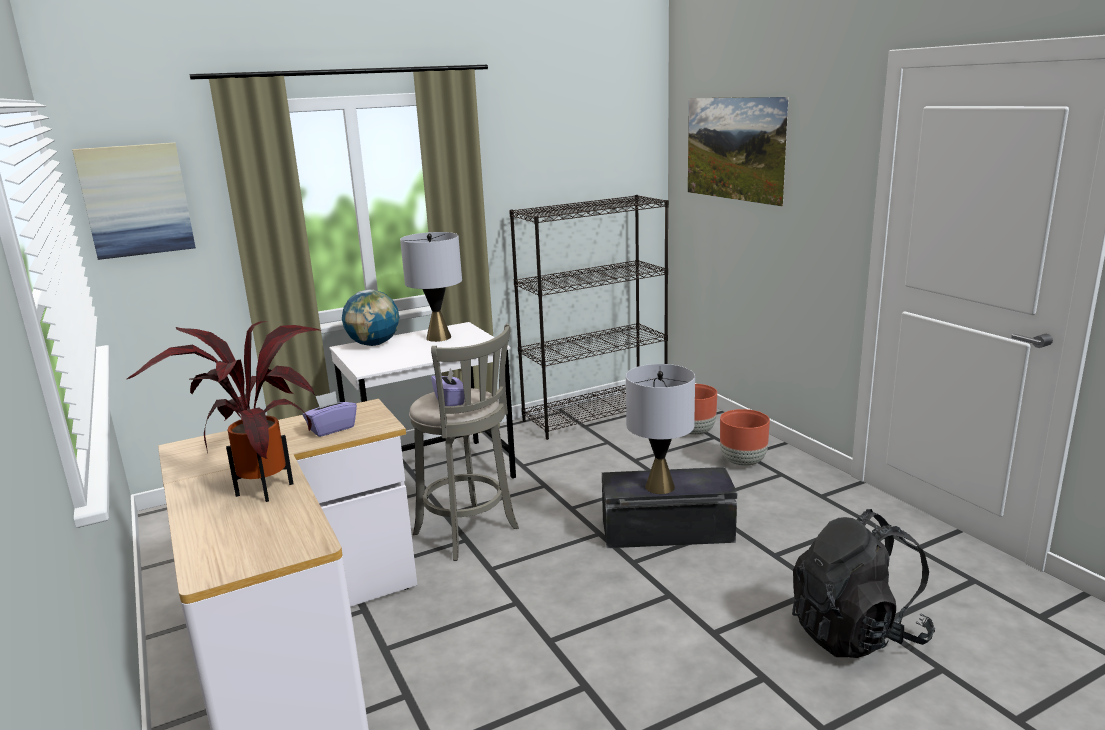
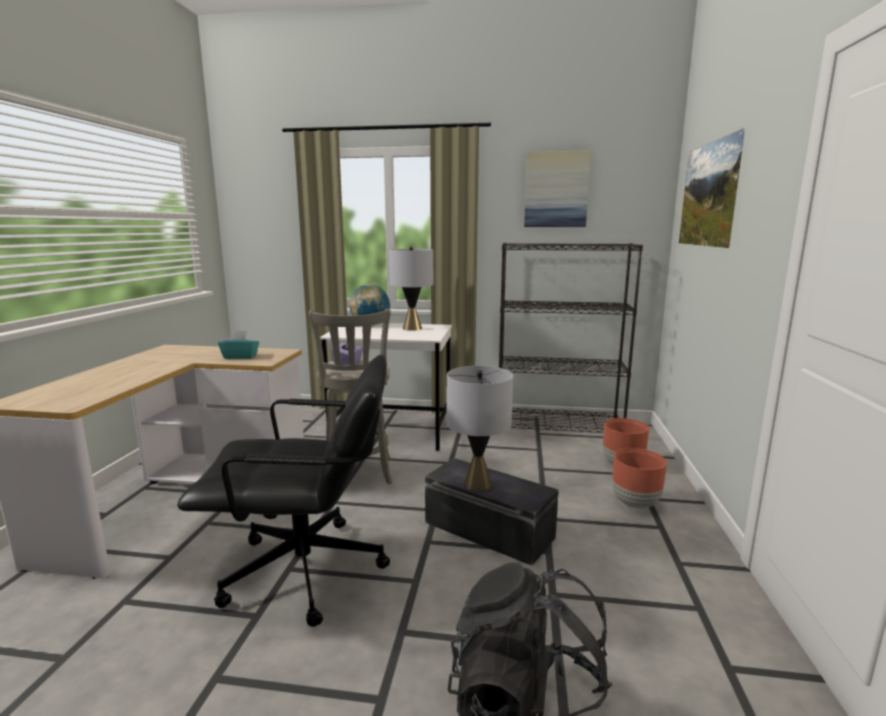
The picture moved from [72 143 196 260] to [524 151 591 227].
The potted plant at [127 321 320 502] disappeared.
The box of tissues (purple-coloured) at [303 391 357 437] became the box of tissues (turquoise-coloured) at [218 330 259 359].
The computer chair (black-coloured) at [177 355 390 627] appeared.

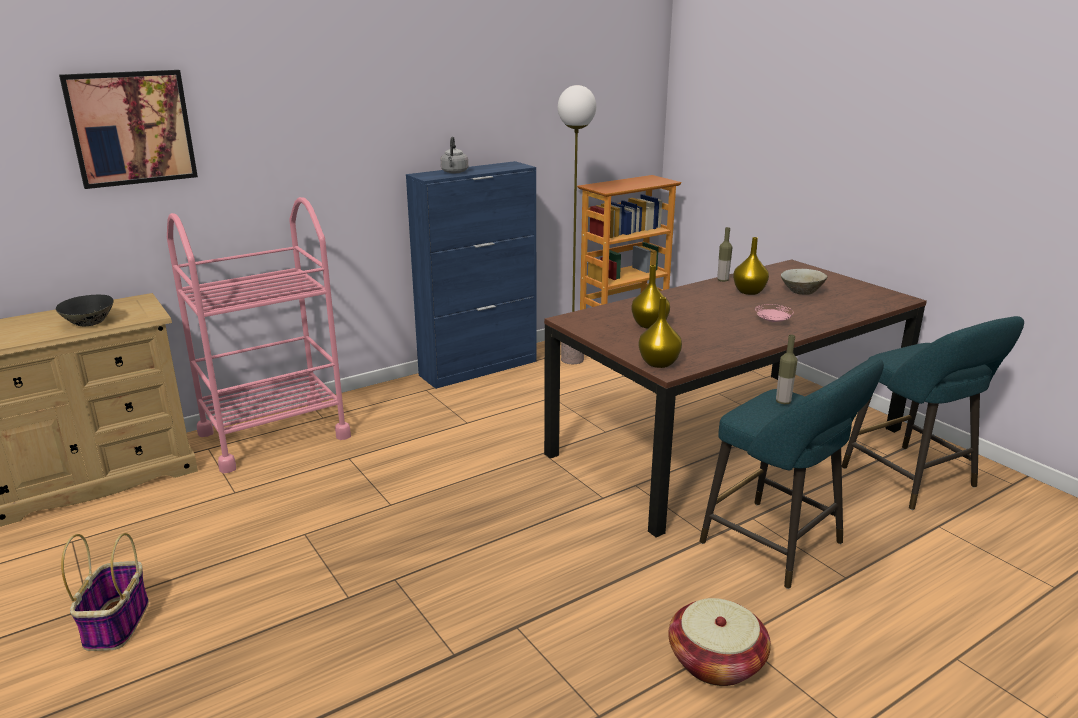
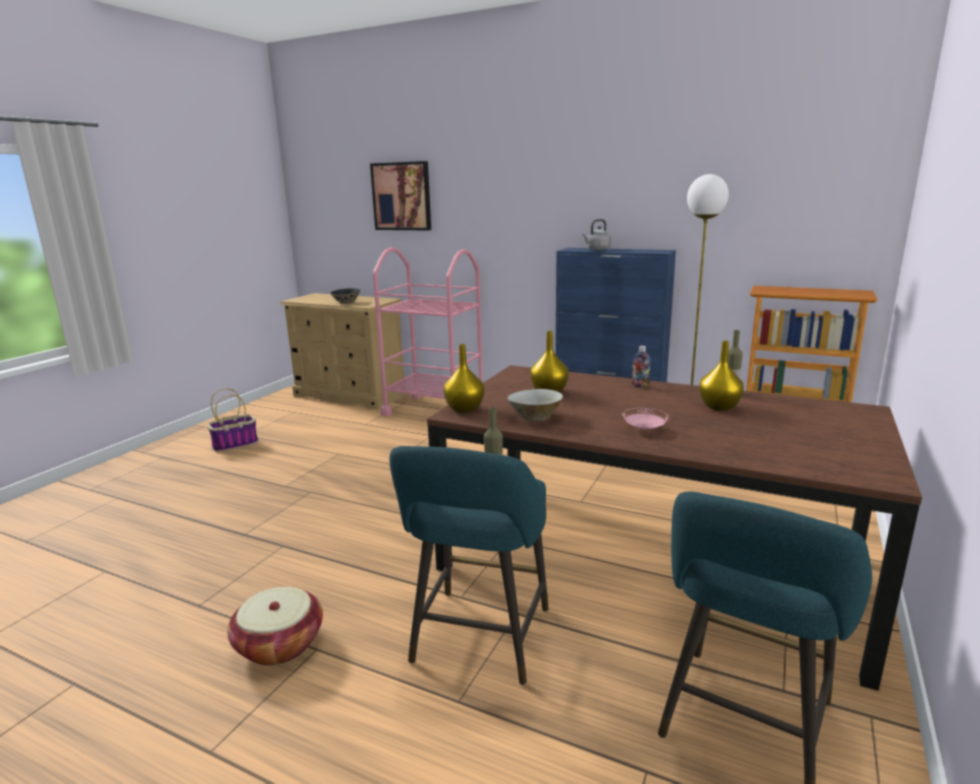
The serving bowl (sand-coloured) moved from [781 269 827 295] to [507 389 563 421].
The bottle at [632 346 650 388] appeared.

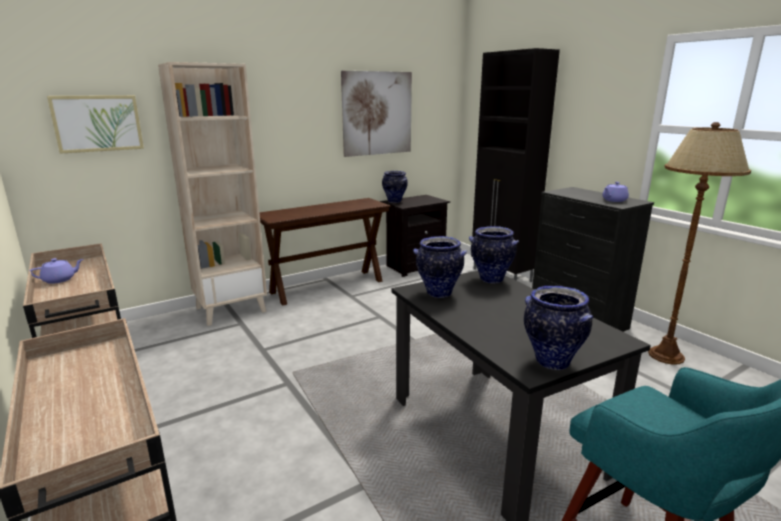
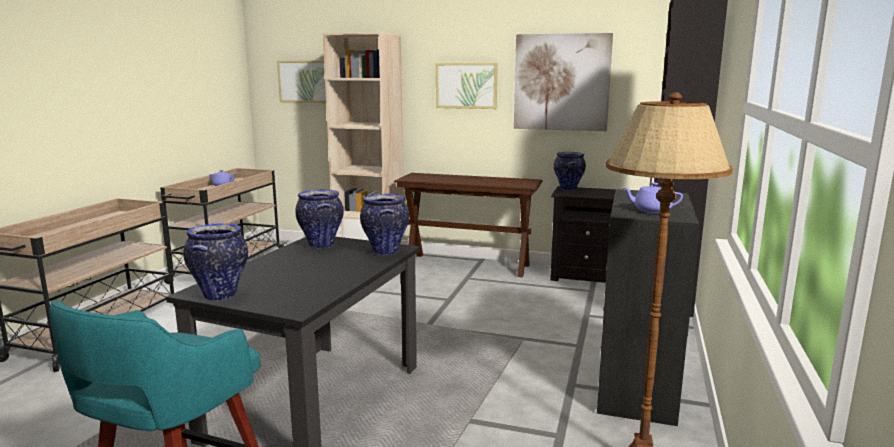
The picture at [436 63 498 109] appeared.

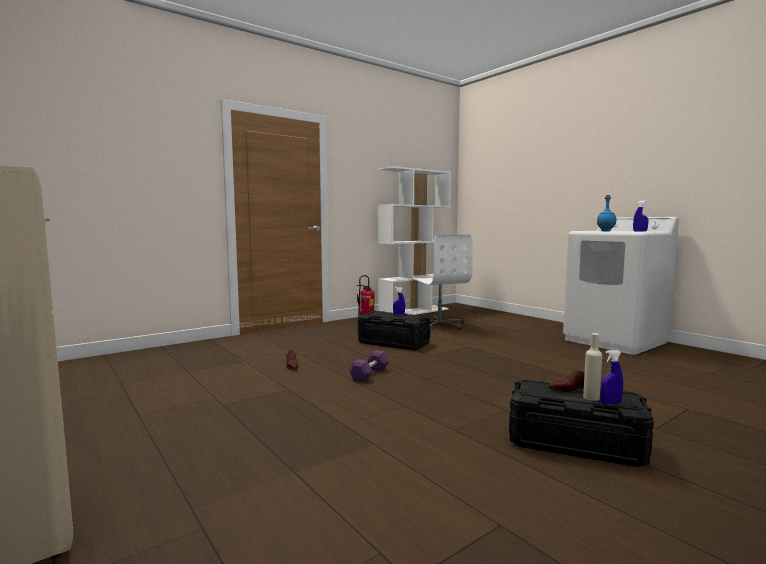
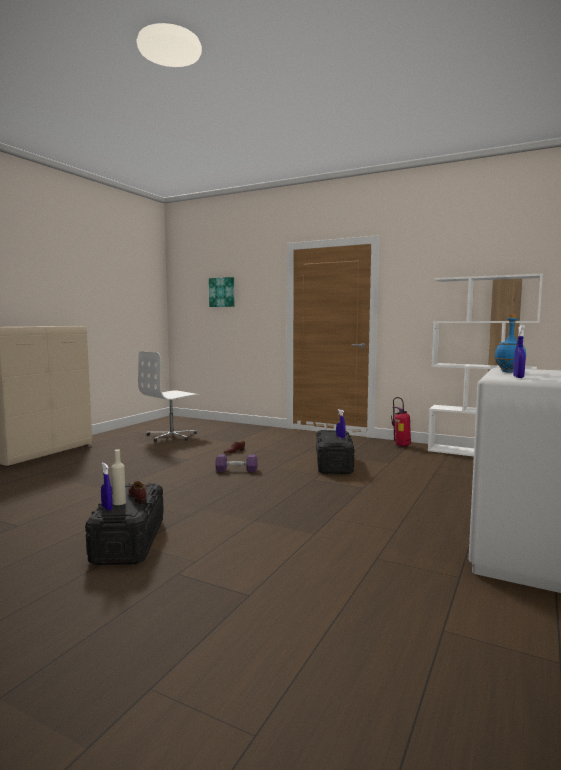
The computer chair (white) moved from [412 235 473 330] to [138 351 201 442].
The picture at [209 277 234 307] appeared.

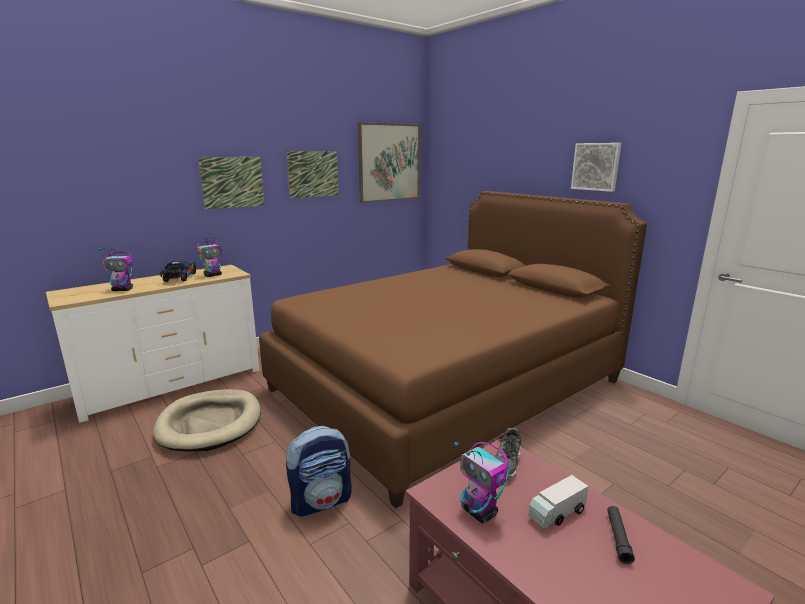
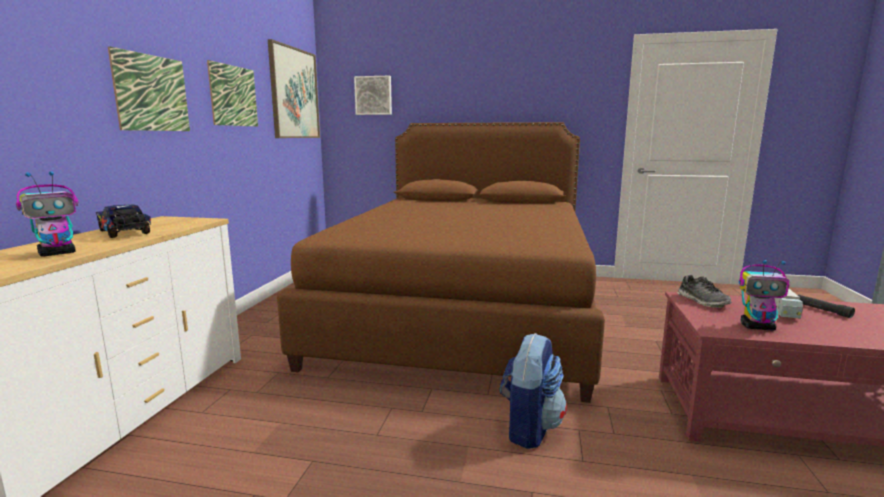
The picture moved from [571 143 621 192] to [354 76 392 115].
The robot figure at [197 236 222 277] disappeared.
The dog cushion (sand-coloured) at [153 389 261 452] disappeared.

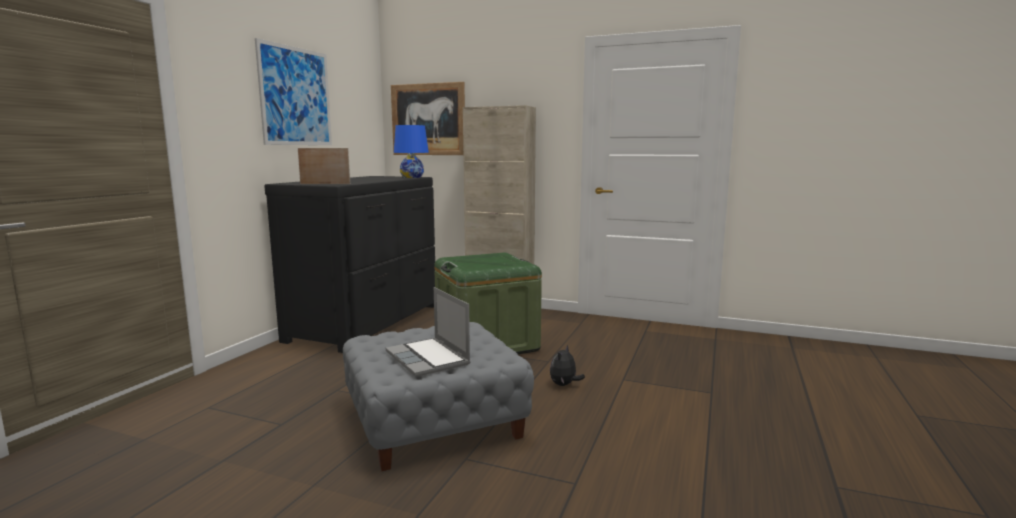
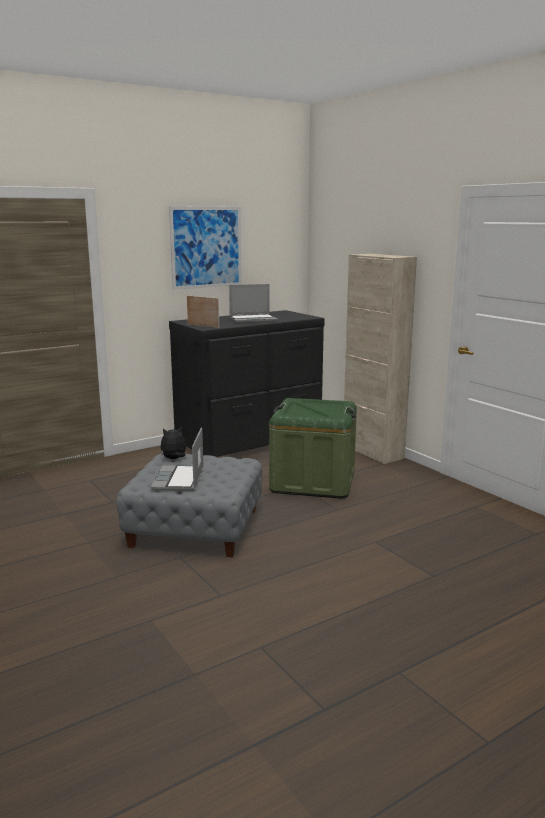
The picture at [391 82 465 155] disappeared.
The lamp for a table (blue-coloured) at [394 125 429 178] disappeared.
The plush toy moved from [550 345 585 386] to [161 426 186 459].
The laptop at [229 284 278 323] appeared.

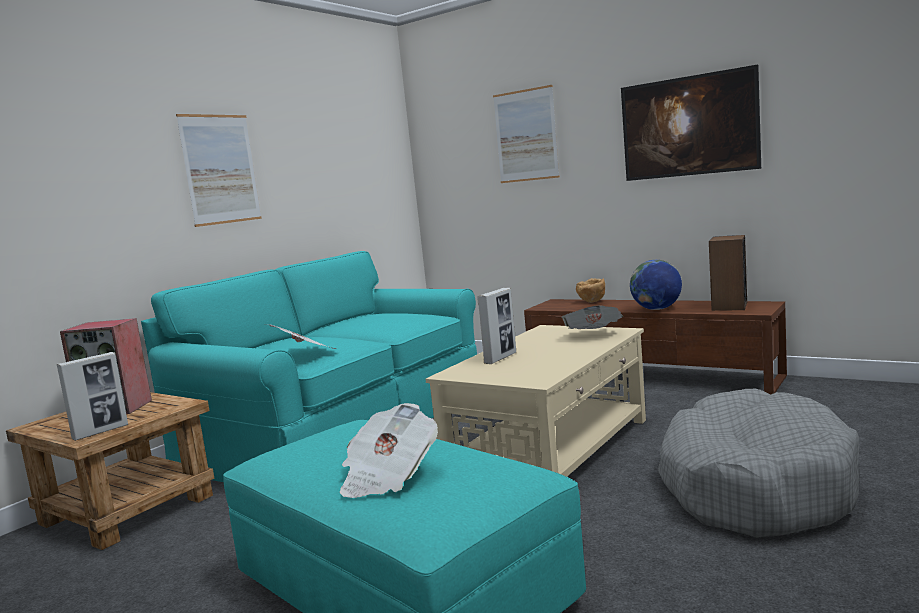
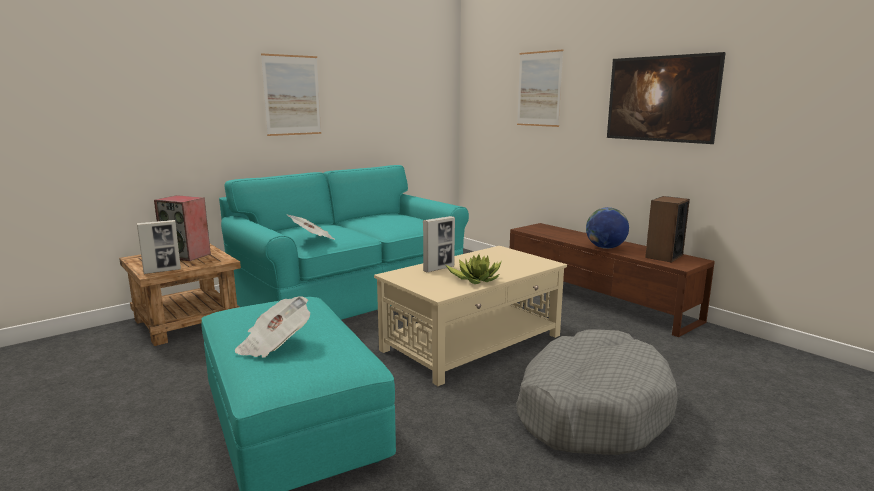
The serving bowl (brown) at [576 278 605 303] disappeared.
The newspaper at [561 305 623 329] disappeared.
The potted plant at [445 254 502 284] appeared.

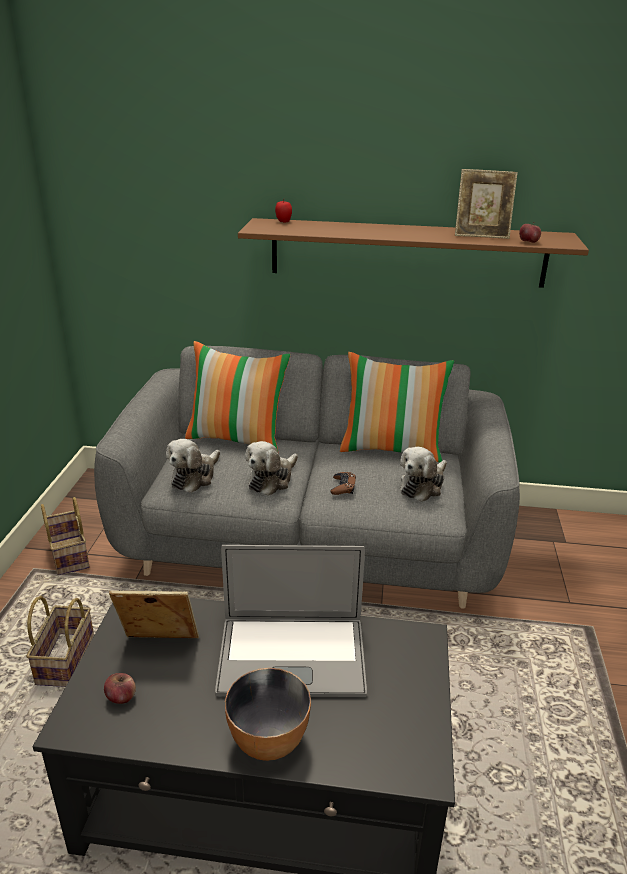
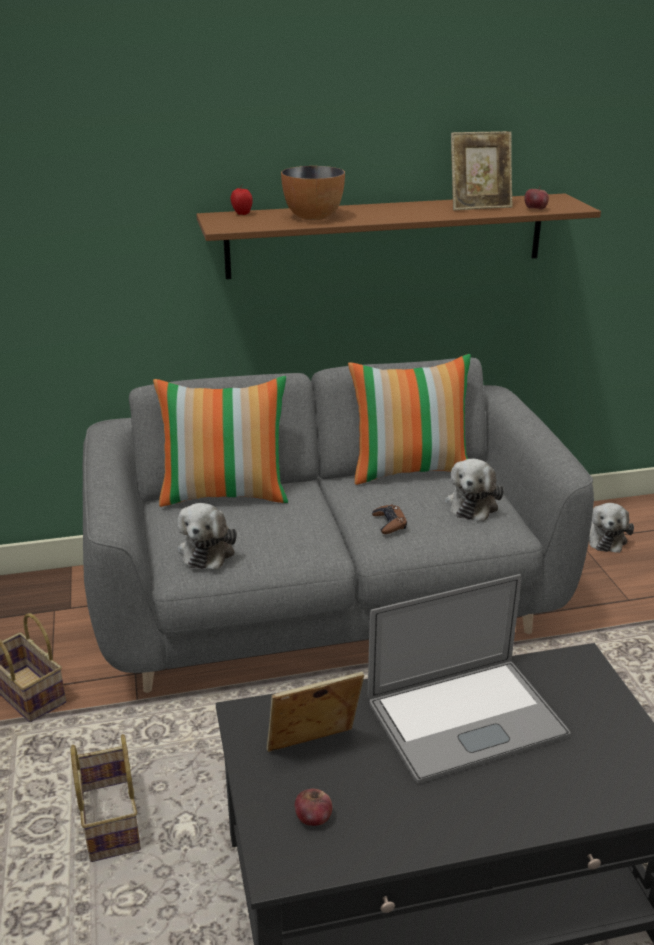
The plush toy moved from [245 441 298 496] to [589 503 634 553].
The serving bowl moved from [225 668 311 761] to [281 166 345 220].

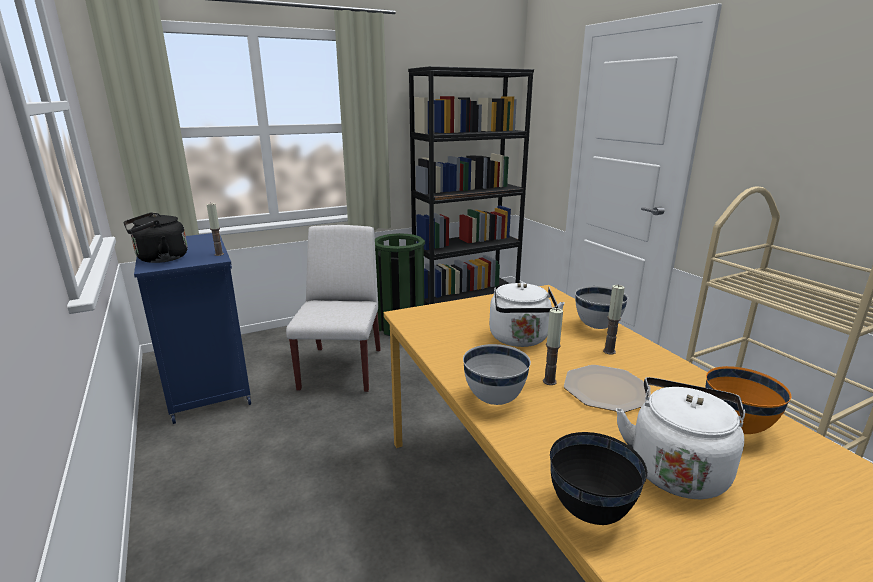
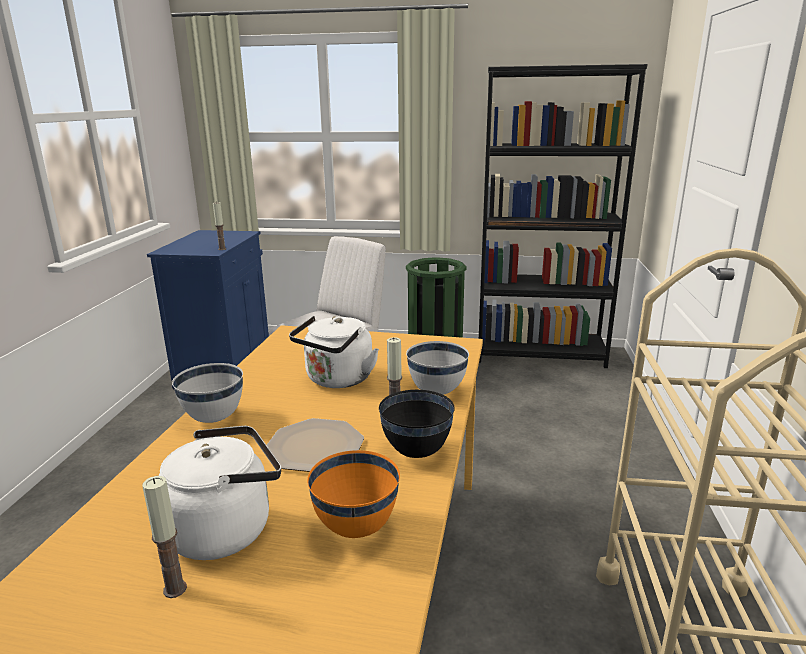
The water kettle (black-coloured) at [123 212 188 263] disappeared.
The wax candle moved from [543 308 563 385] to [142 476 187 598].
The serving bowl (black-coloured) moved from [550 432 647 525] to [379 390 455 458].

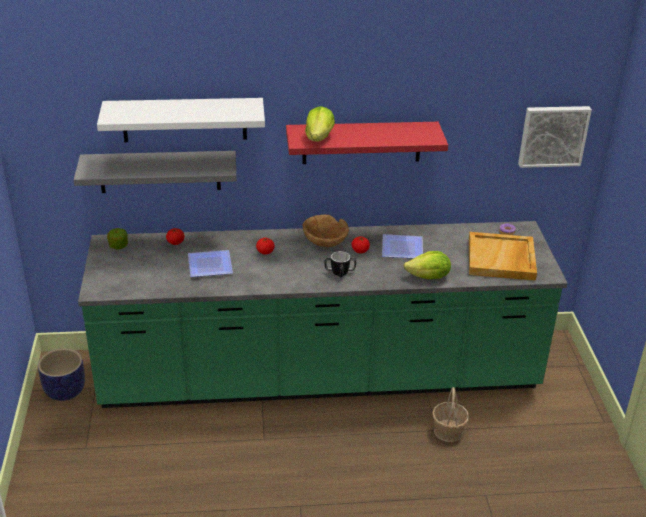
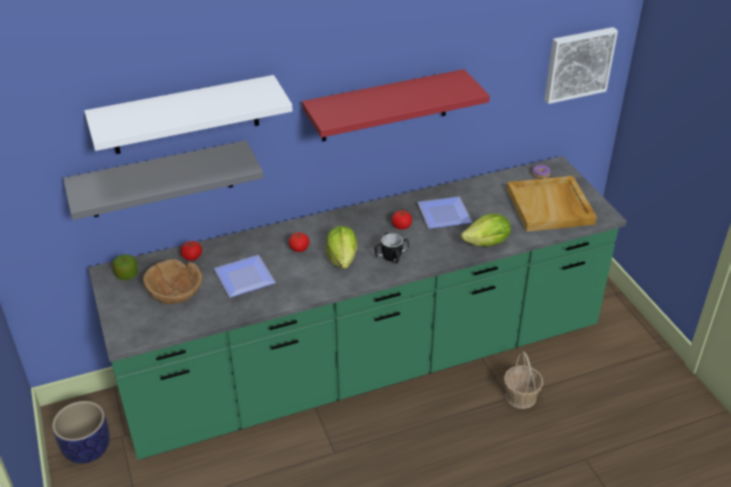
The lettuce moved from [305 106 335 141] to [326 226 357 269].
The serving bowl (brown) moved from [302 215 349 247] to [143 259 202 304].

